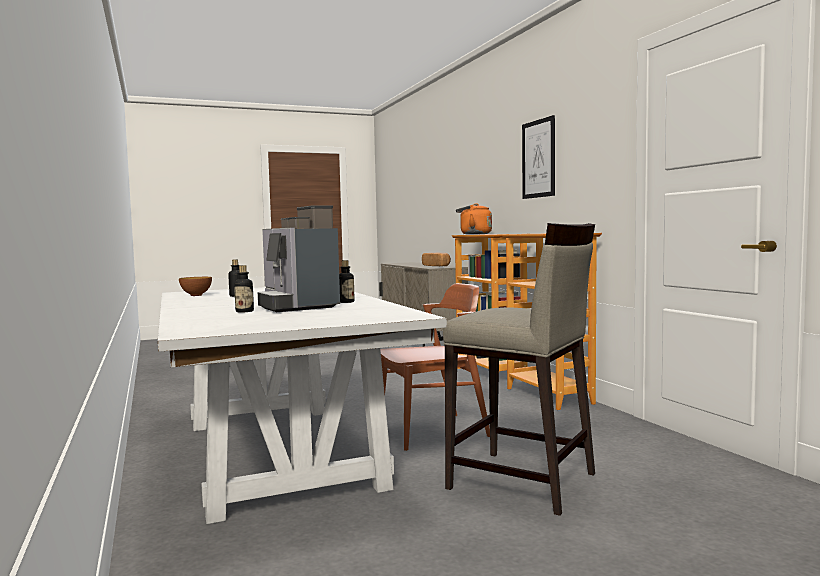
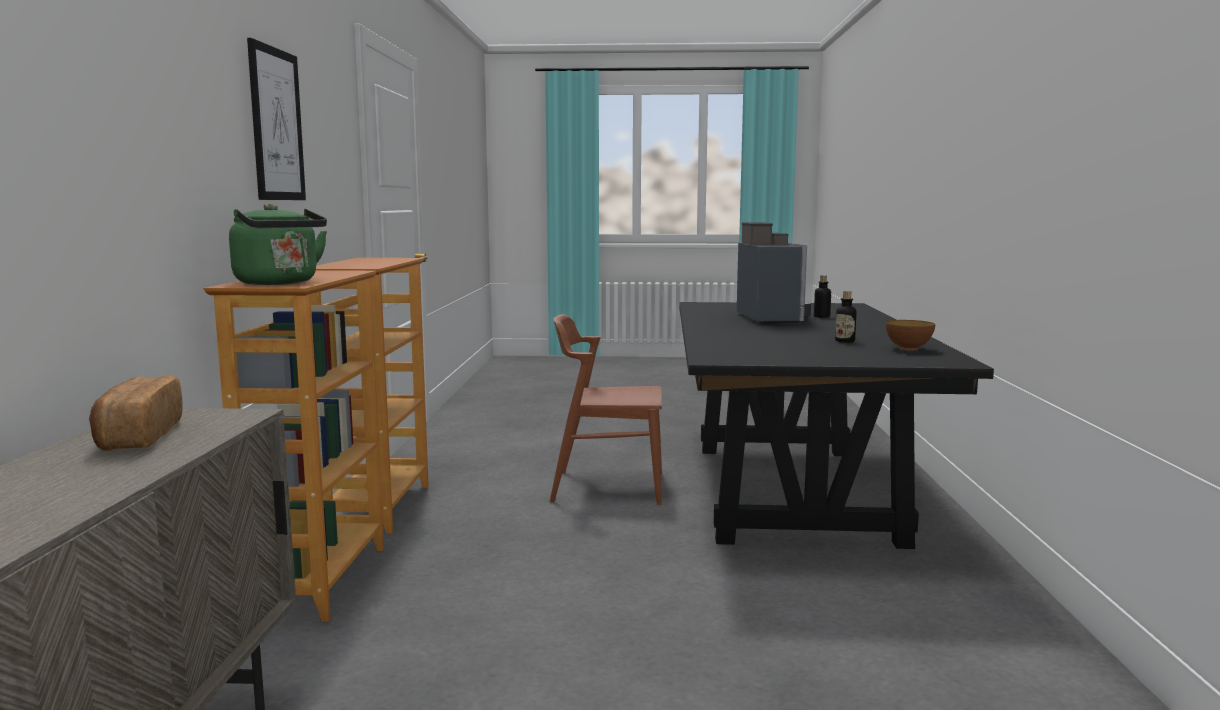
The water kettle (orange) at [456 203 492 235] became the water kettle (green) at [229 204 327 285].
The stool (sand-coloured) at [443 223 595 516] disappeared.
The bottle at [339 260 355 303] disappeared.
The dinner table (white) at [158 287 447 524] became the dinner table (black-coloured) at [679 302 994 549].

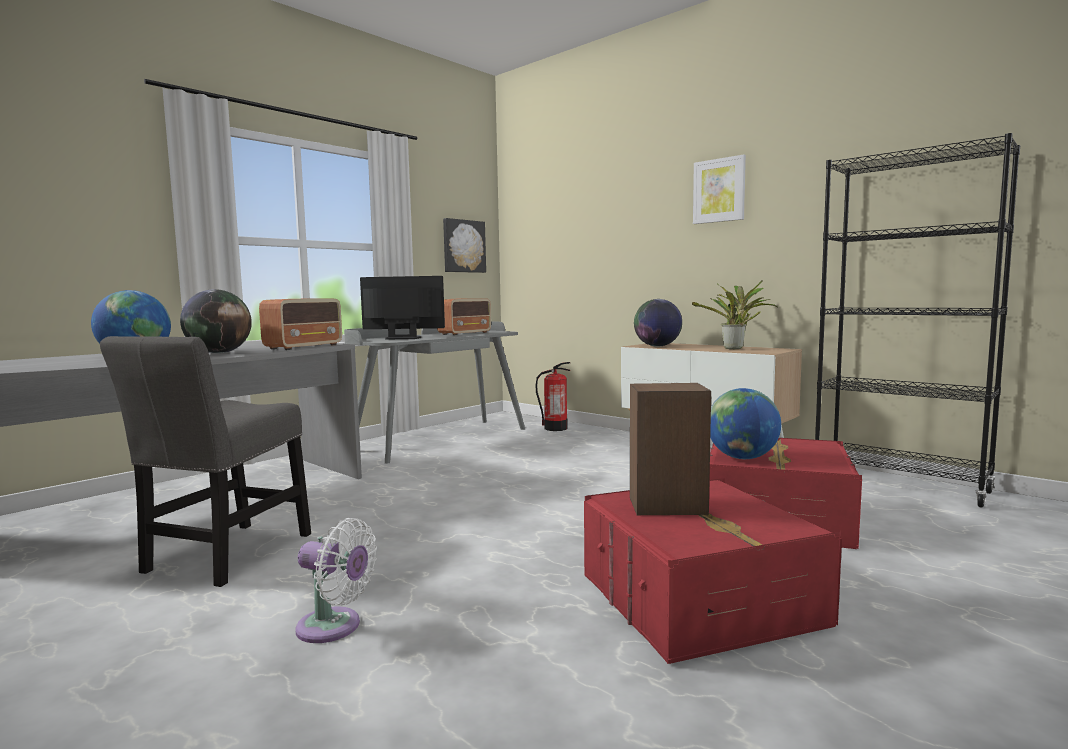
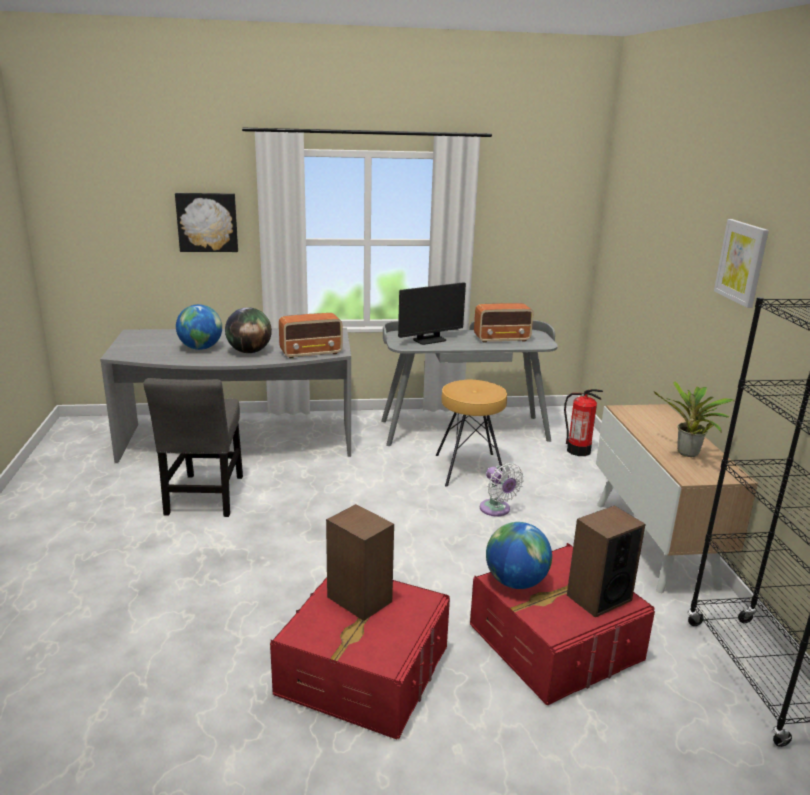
The picture moved from [443 218 486 273] to [175 193 238 252].
The monitor at [360 276 445 339] turned 105 degrees clockwise.
The desk globe at [634 299 682 347] disappeared.
The upright chair (greyish) at [100 336 311 587] turned 60 degrees counterclockwise.
The electric fan (white) moved from [295 518 377 643] to [480 463 524 516].
The stool (brown) at [436 379 507 487] appeared.
The speaker at [567 505 645 618] appeared.

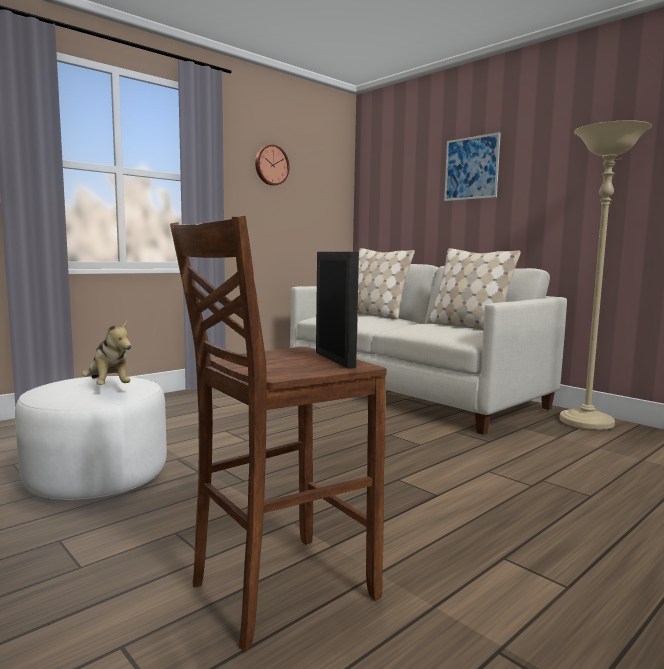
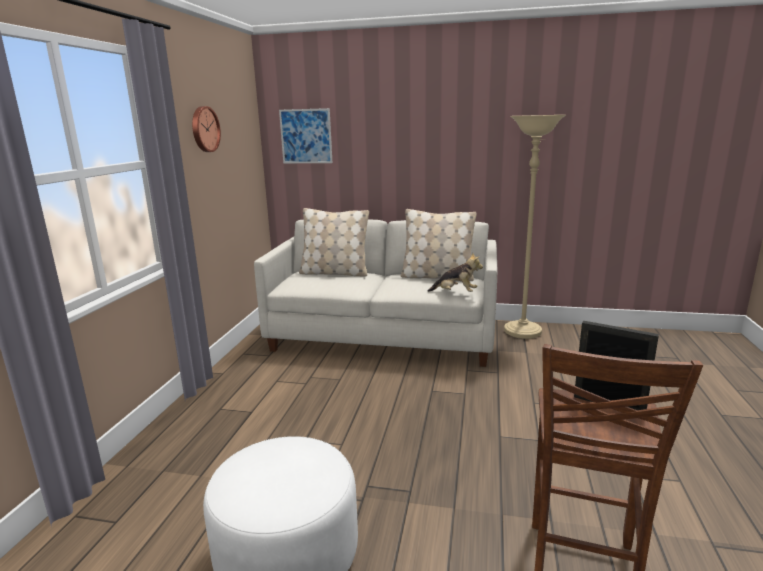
The picture moved from [444 132 501 201] to [279 108 332 163].
The plush toy moved from [82 321 131 385] to [427 253 483 292].

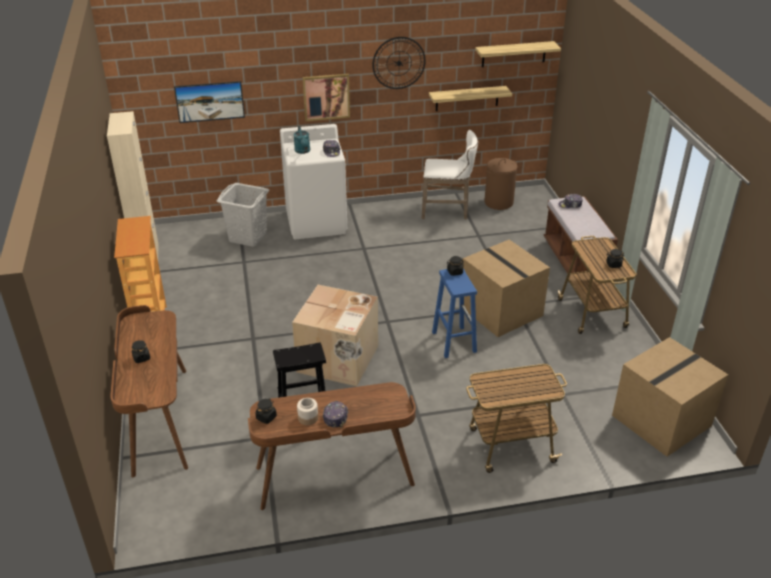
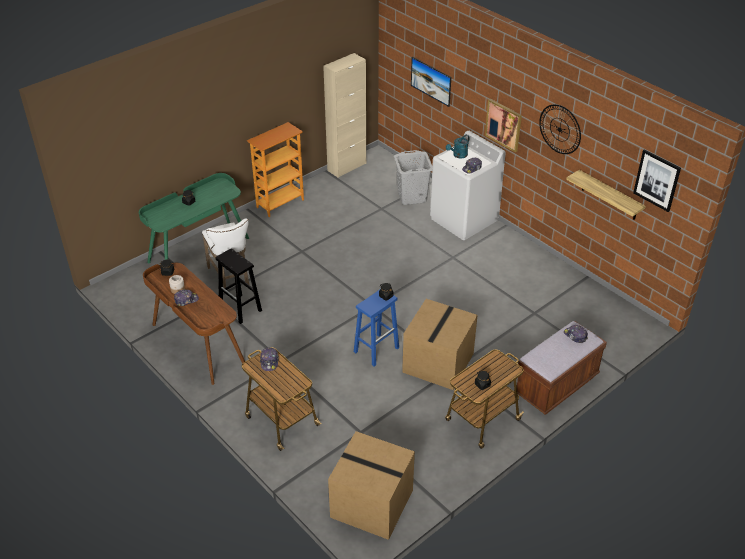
The wall shelf at [475 41 561 67] was replaced by the picture at [633 149 681 212].
The stool (white) moved from [421 130 478 220] to [202 218 249 288].
The laundry basket (brown) at [484 158 518 210] disappeared.
The packing box at [292 285 378 386] disappeared.
The desk table (brown) at [110 305 188 478] became the desk table (green) at [139 173 249 263].
The peaked cap at [260 348 279 371] appeared.

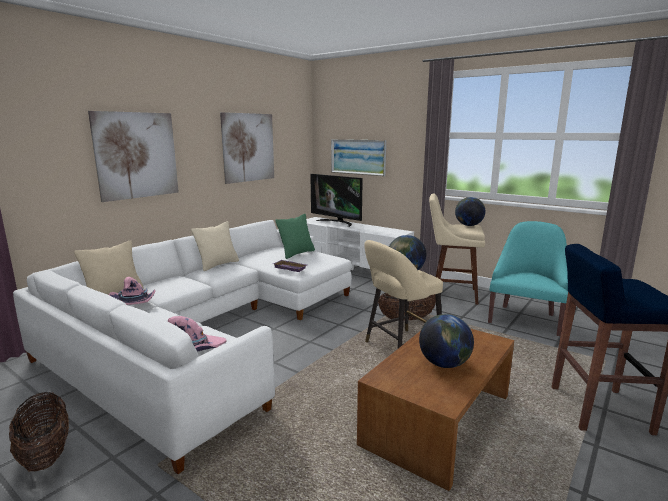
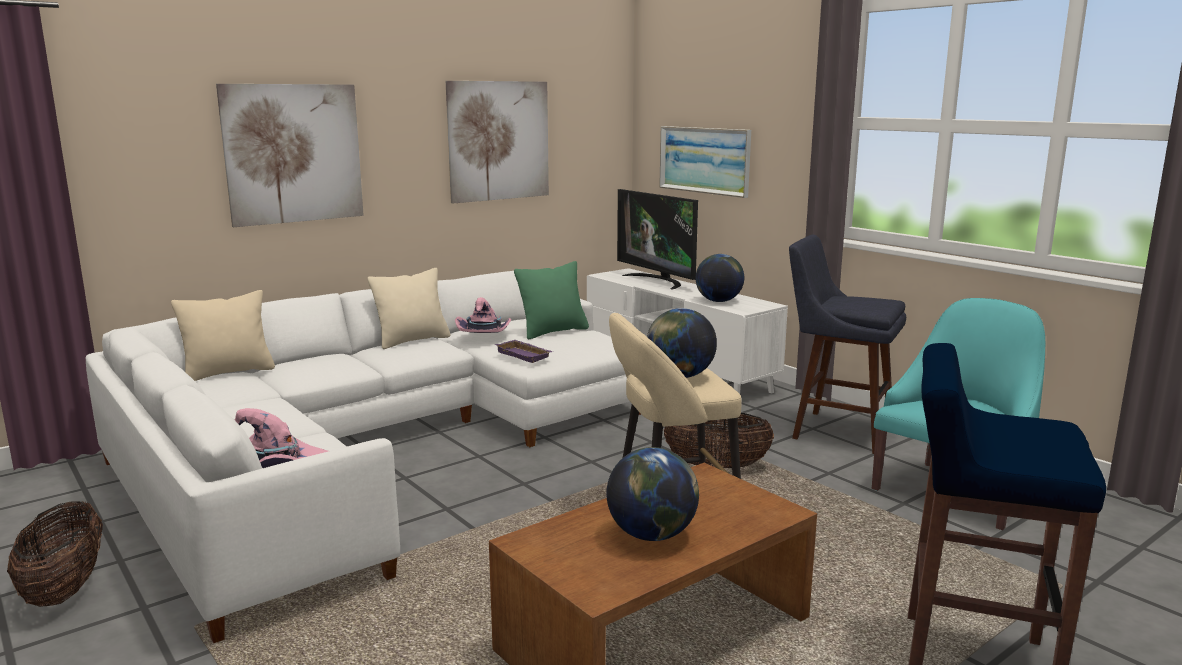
The stool (sand-coloured) at [429 194 485 305] became the stool (blue-coloured) at [789 235 906 454].
The desk globe moved from [455 197 485 226] to [696 254 744 302].
The hat (pinkish) moved from [109 277 155 305] to [455 297 511 333].

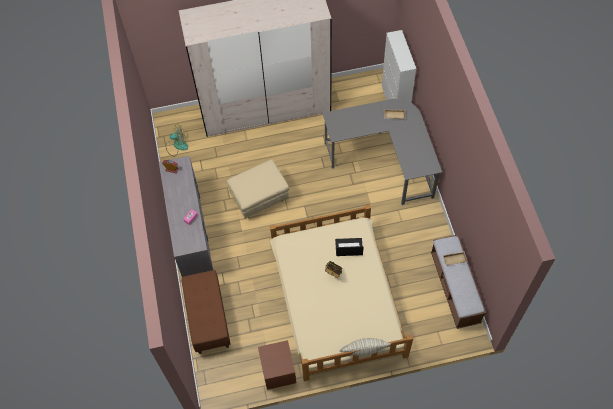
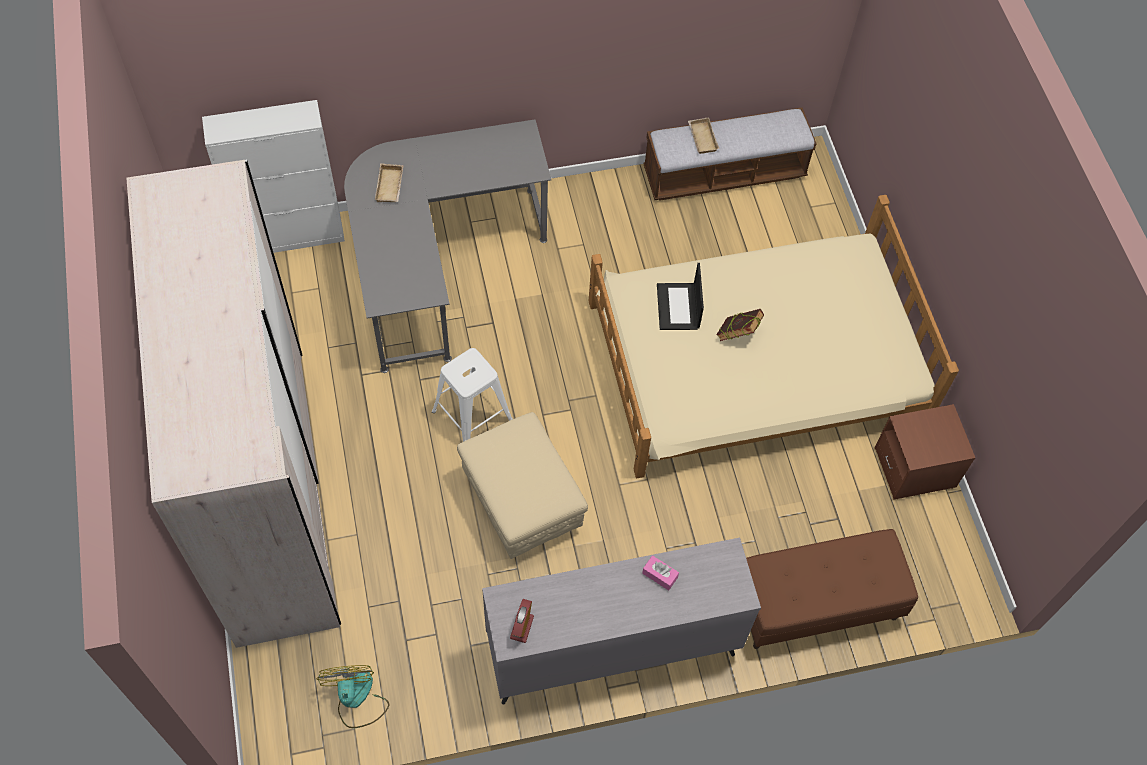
The pillow at [340 338 391 356] disappeared.
The stool (white) at [432 348 513 442] appeared.

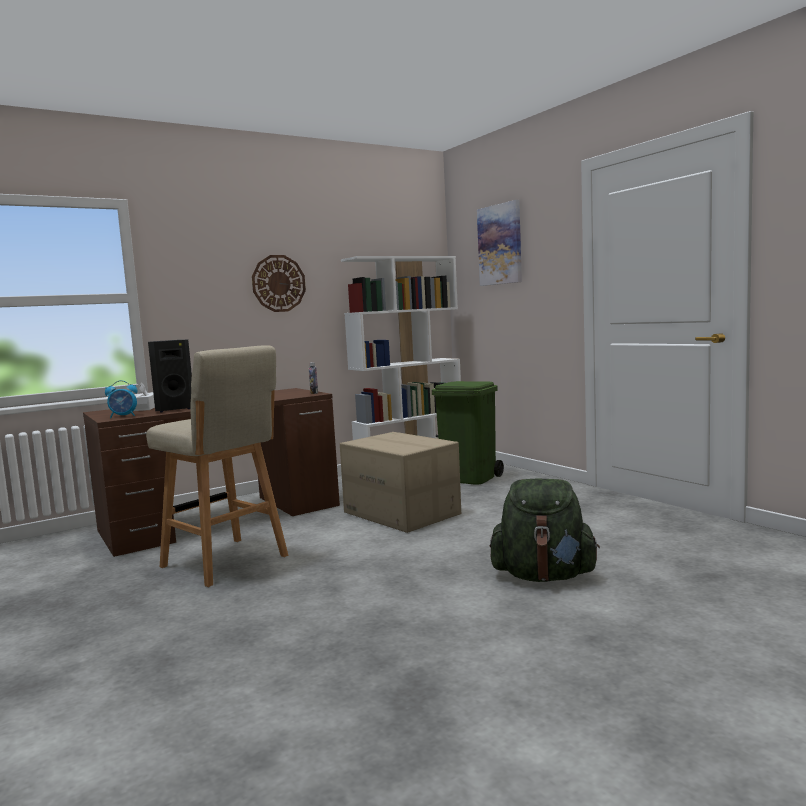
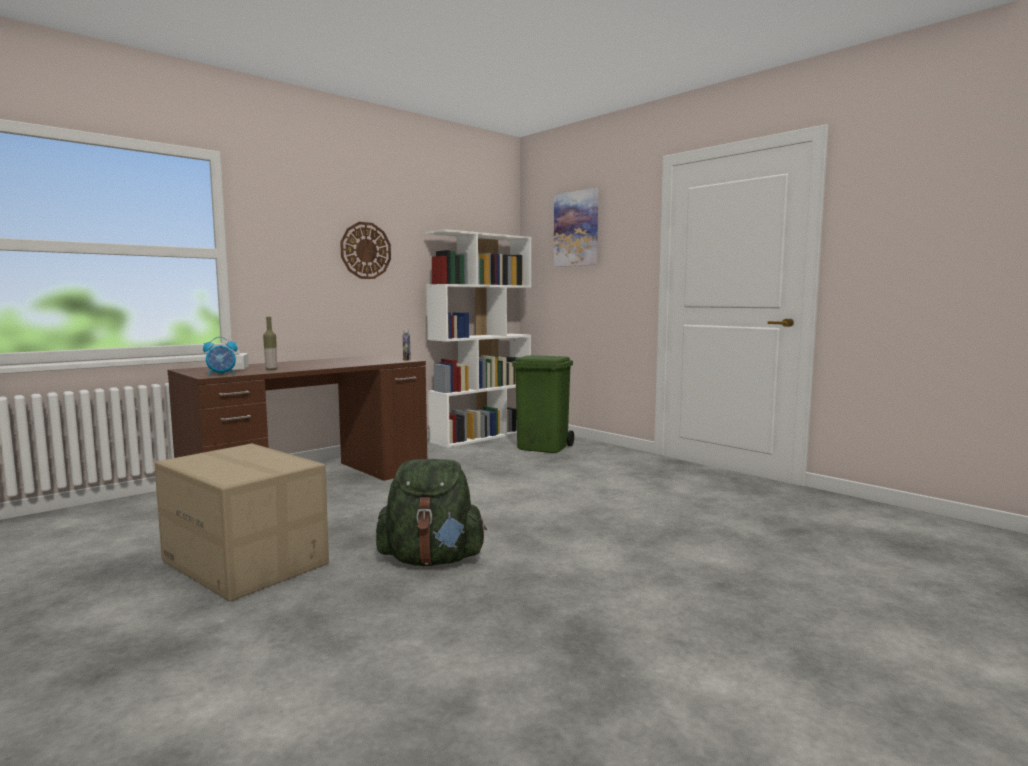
The speaker (black-coloured) at [148 340 192 412] was replaced by the bottle at [263 317 277 370].
The stool (sand-coloured) at [146 345 288 587] disappeared.
The packing box moved from [340 432 461 533] to [154 443 329 601].
The rucksack (green) moved from [490 478 600 582] to [376 459 487 566].

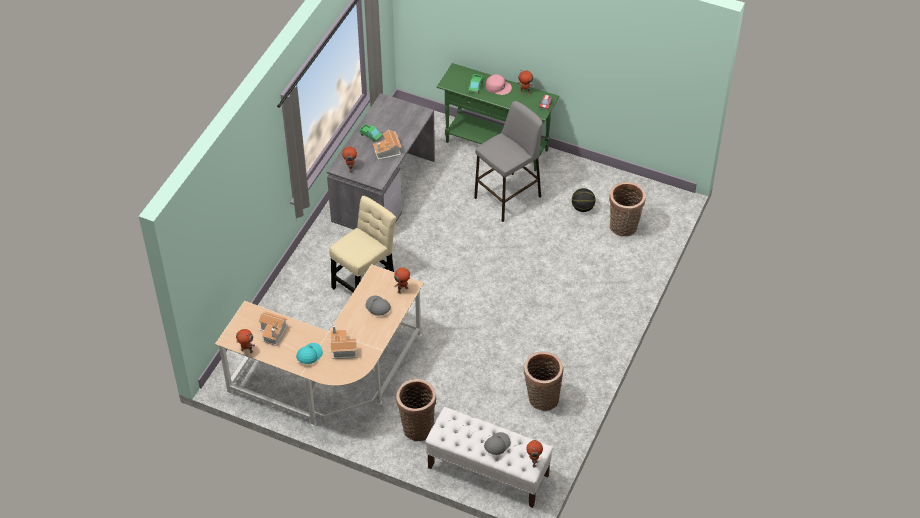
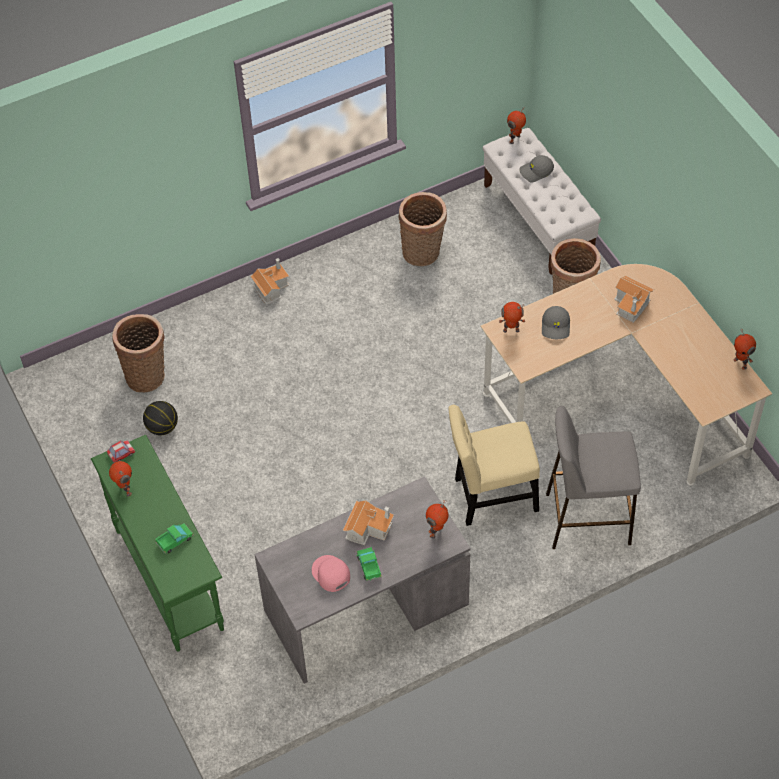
The peaked cap (pinkish) moved from [486 74 512 95] to [312 555 350 592].
The stool (greyish) moved from [474 101 542 222] to [546 406 641 549].
The miniature house moved from [258 311 288 346] to [250 258 289 305].
The peaked cap (turquoise-coloured) at [296 343 323 364] disappeared.

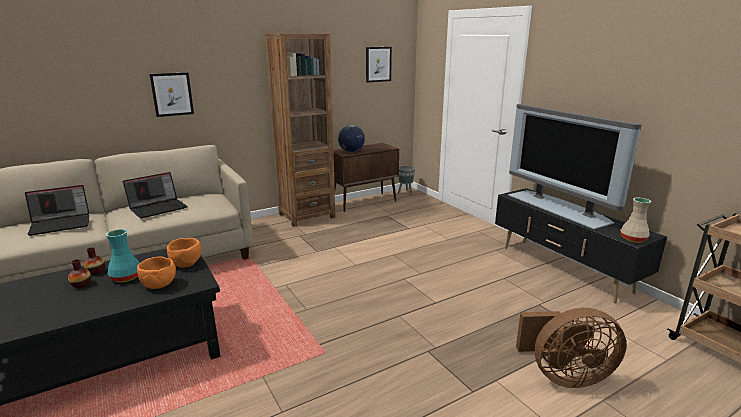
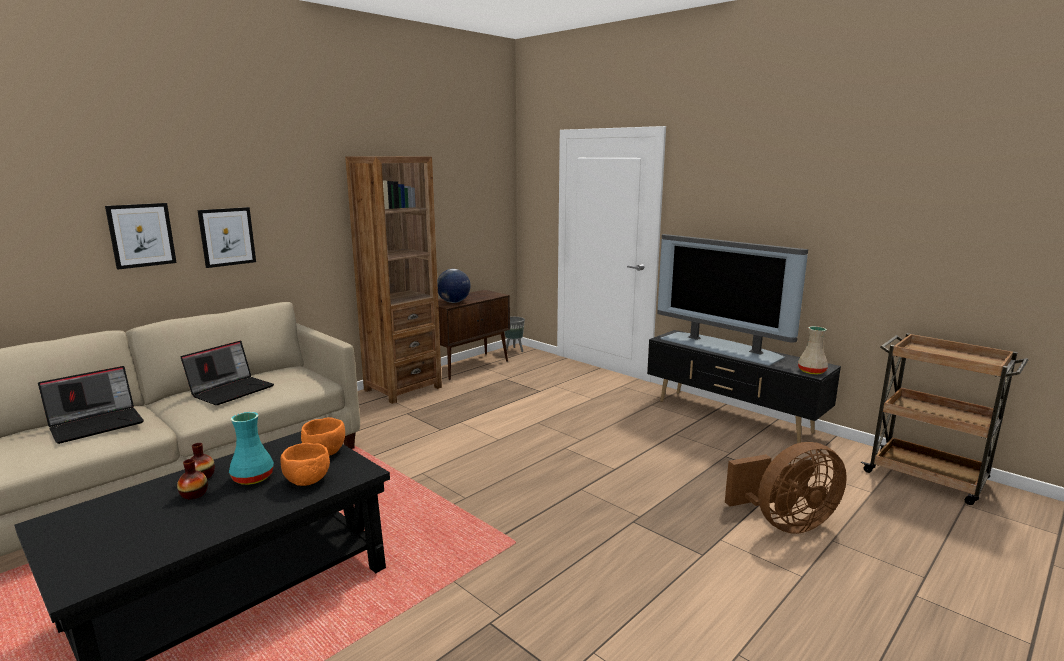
The picture moved from [366 47 392 83] to [105 203 177 270].

